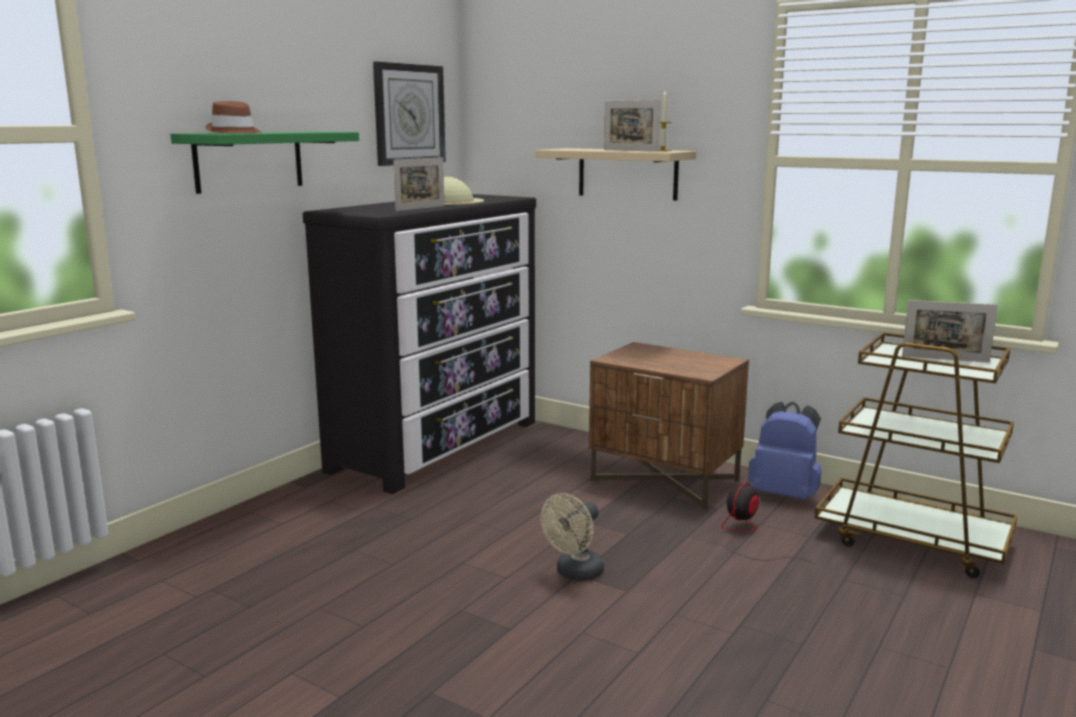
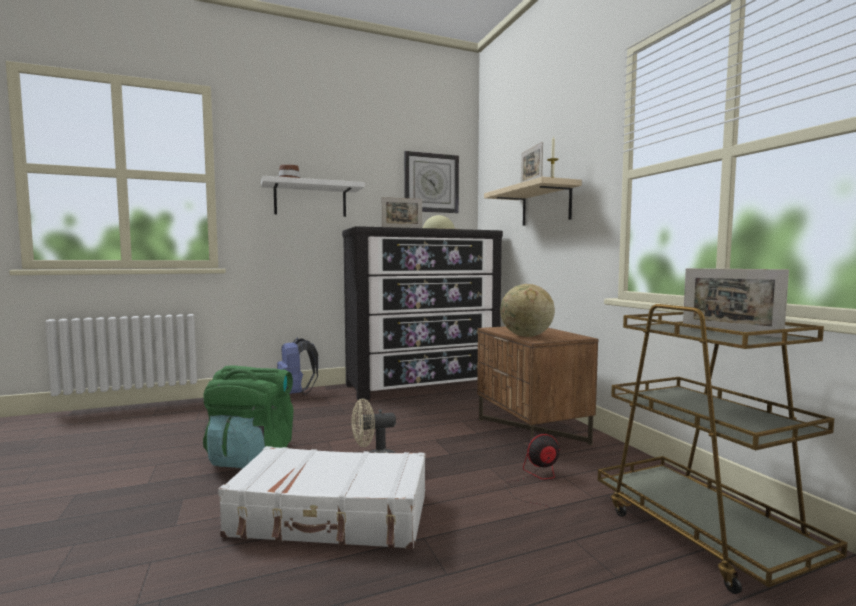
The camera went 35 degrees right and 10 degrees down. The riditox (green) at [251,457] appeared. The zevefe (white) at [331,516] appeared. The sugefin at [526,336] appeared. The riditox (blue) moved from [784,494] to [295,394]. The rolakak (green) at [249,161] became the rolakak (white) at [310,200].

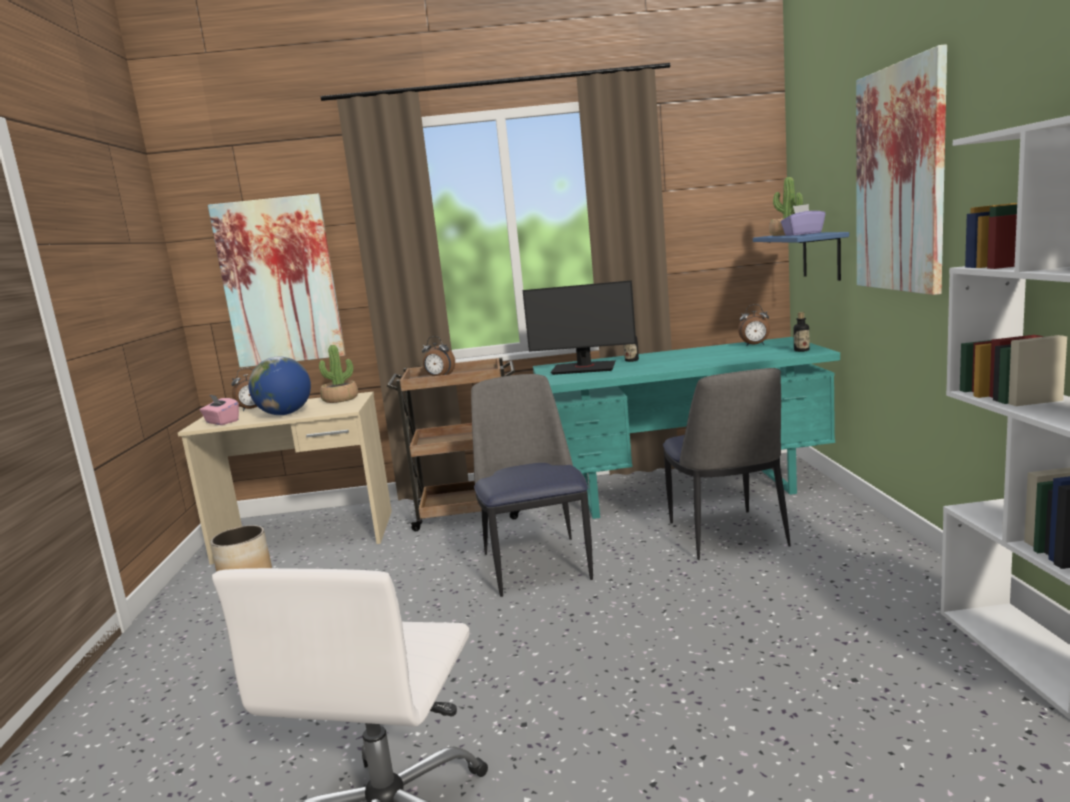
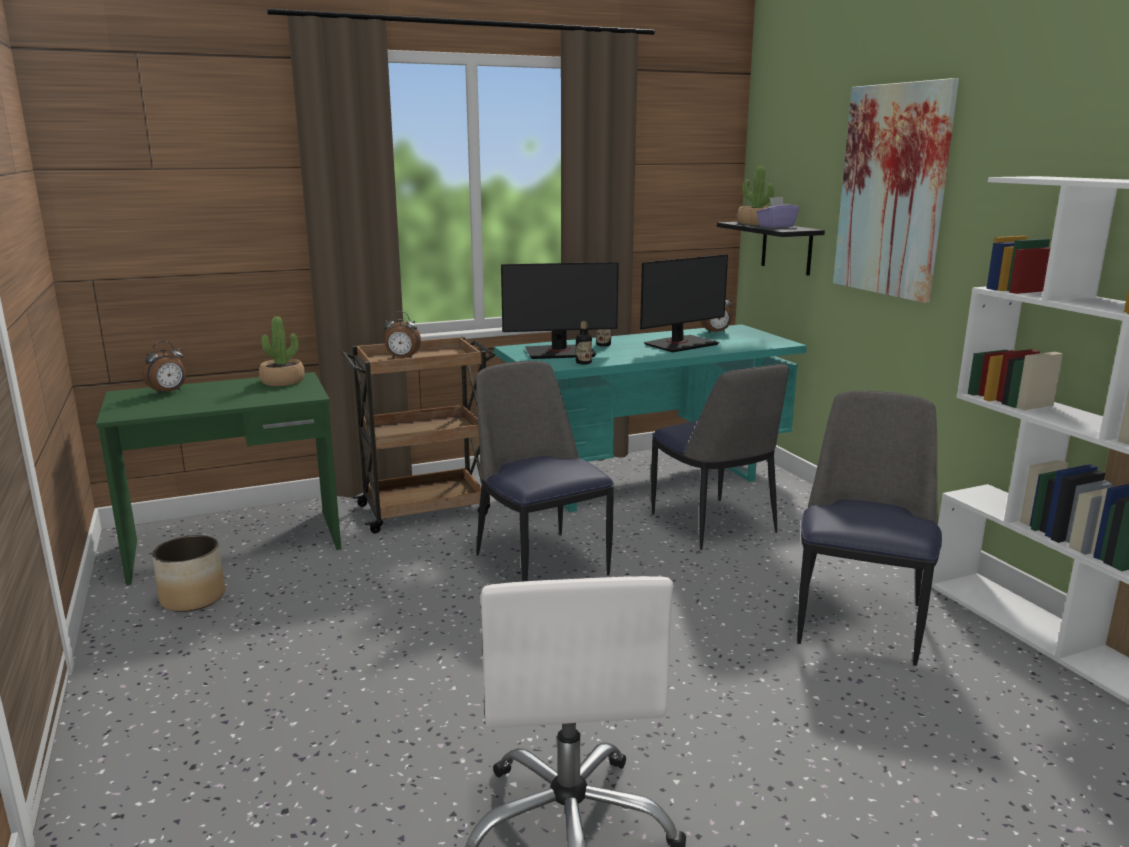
The camera went 20 degrees left and 5 degrees up. The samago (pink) at [222,422] disappeared. The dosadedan at [279,282] disappeared. The sugefin at [285,414] disappeared. The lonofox at [680,344] appeared. The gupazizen at [859,620] appeared. The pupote moved from [801,350] to [583,362]. The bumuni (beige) at [306,537] became the bumuni (green) at [236,546]. The rolakak (blue) at [821,255] became the rolakak (black) at [786,247].

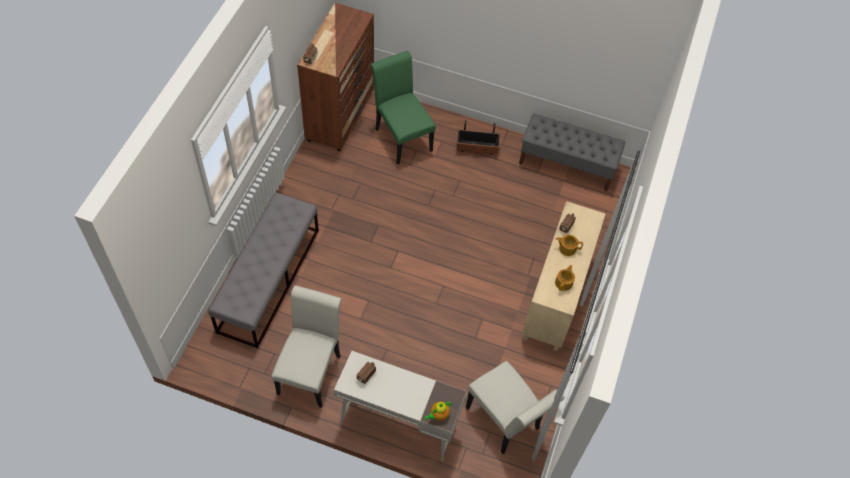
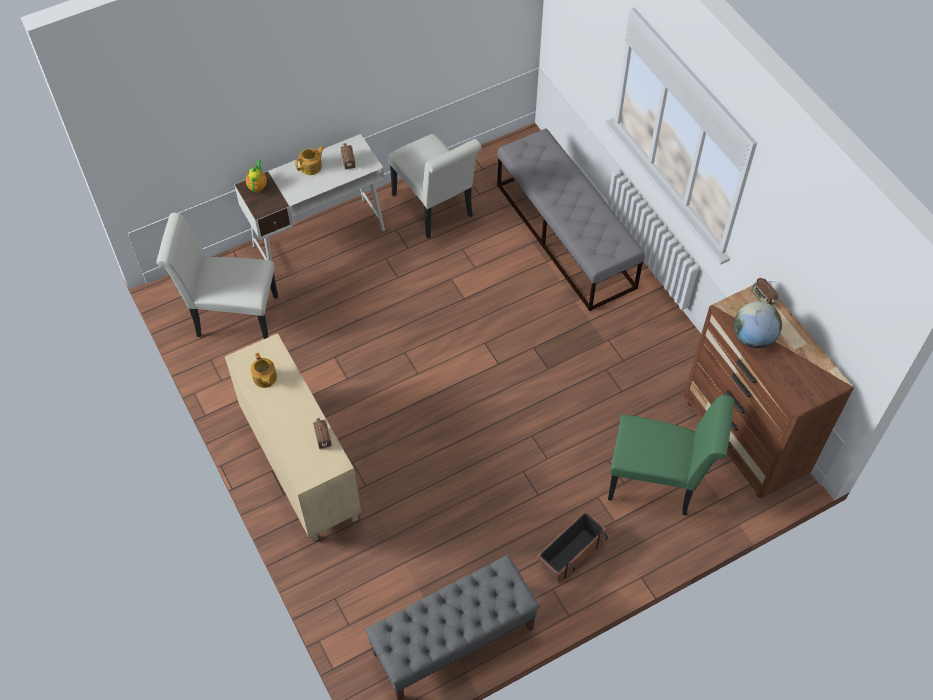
The camera went 135 degrees right and 0 degrees up. The sugefin at [753,337] appeared. The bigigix moved from [567,248] to [311,167].

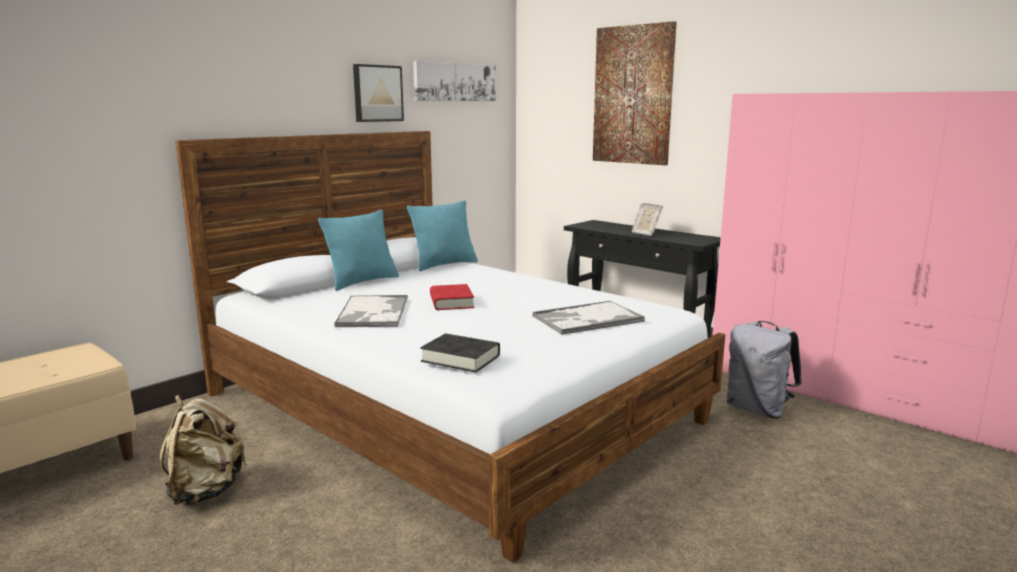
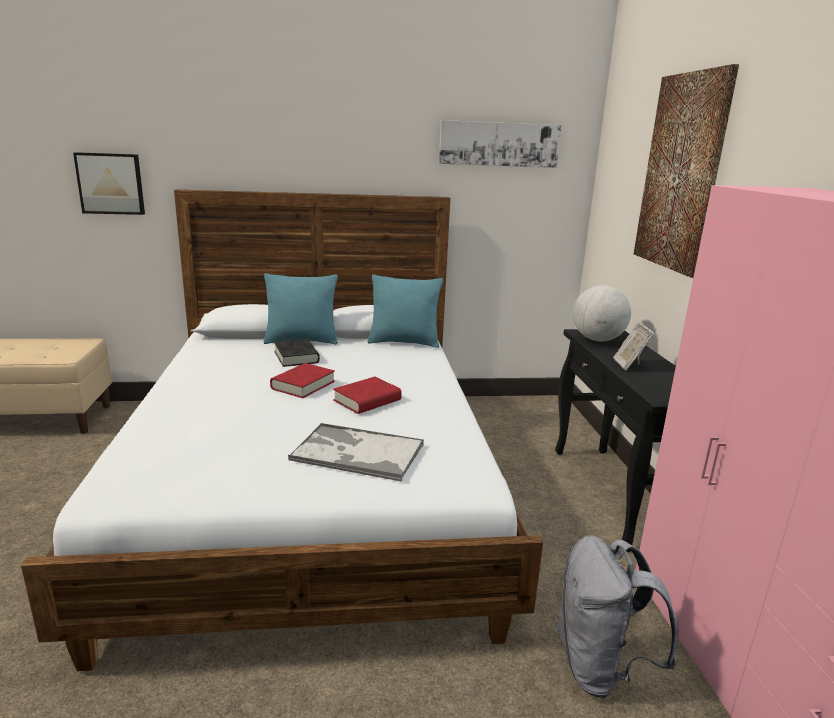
The camera went 40 degrees right and 5 degrees up. The riditox (beige) at [206,491] disappeared. The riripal at [373,313] disappeared. The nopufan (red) at [367,400] appeared. The sugefin at [597,340] appeared. The dosadedan moved from [377,93] to [111,183]. The nopufan (black) moved from [460,358] to [296,357].

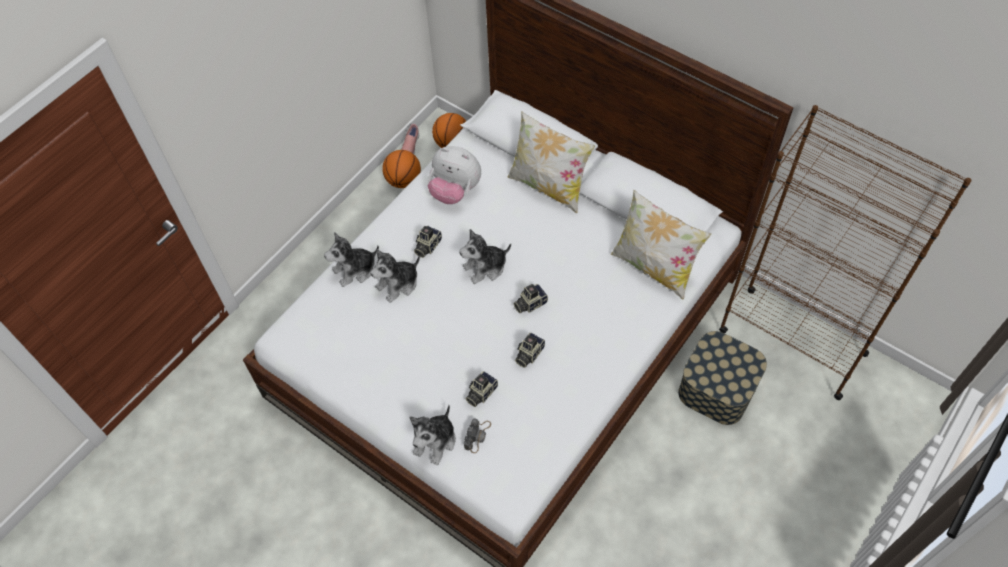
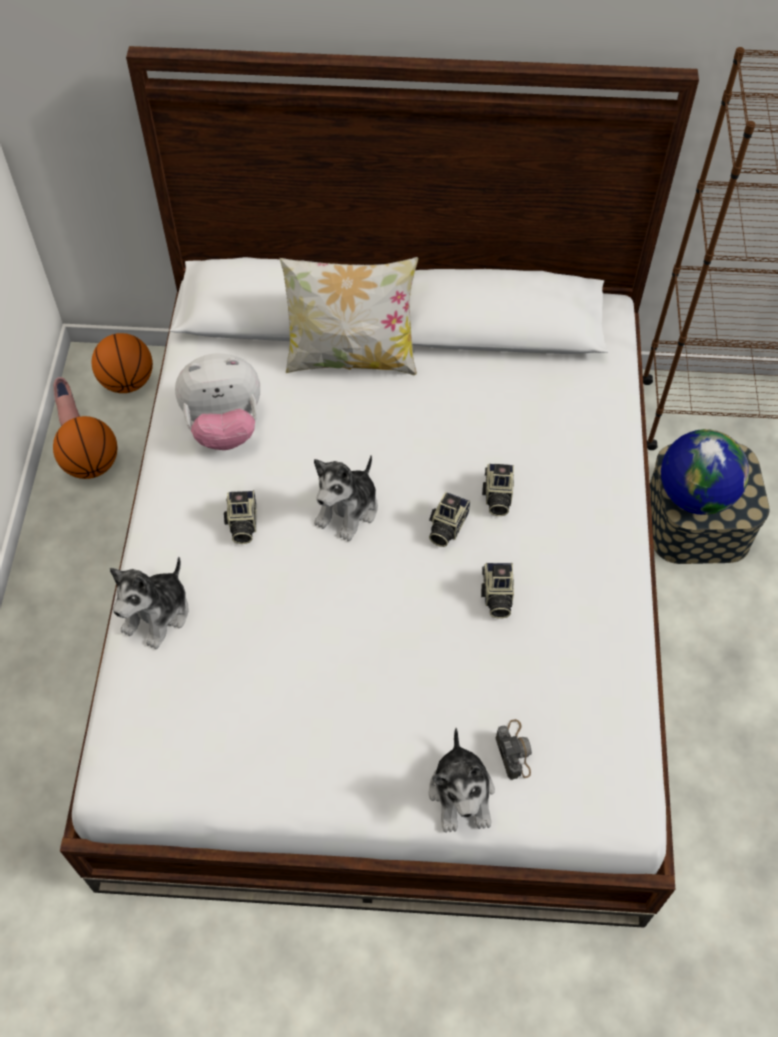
The camera went 35 degrees left and 0 degrees up. The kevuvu at [398,284] disappeared. The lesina at [654,267] disappeared. The sugefin at [695,495] appeared. The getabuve moved from [480,393] to [497,496].

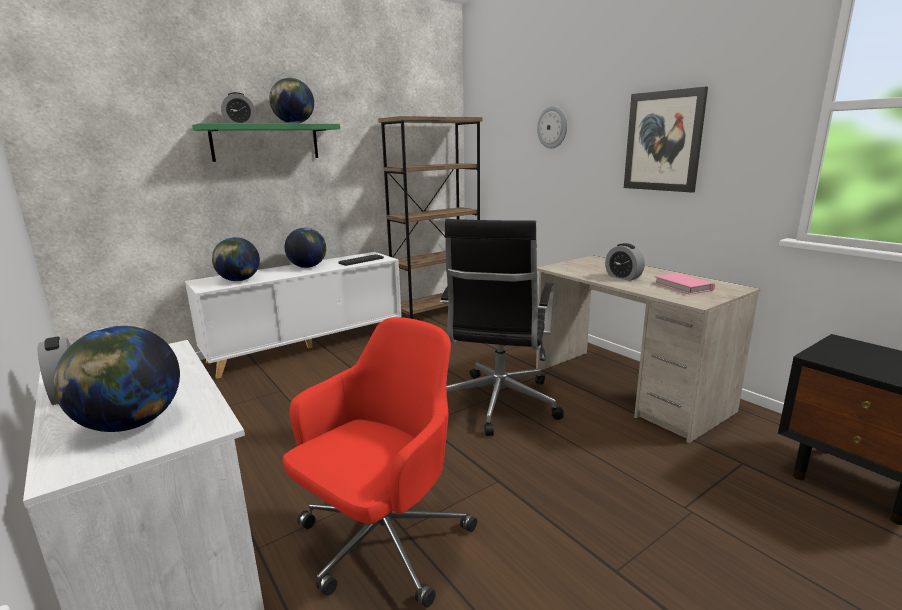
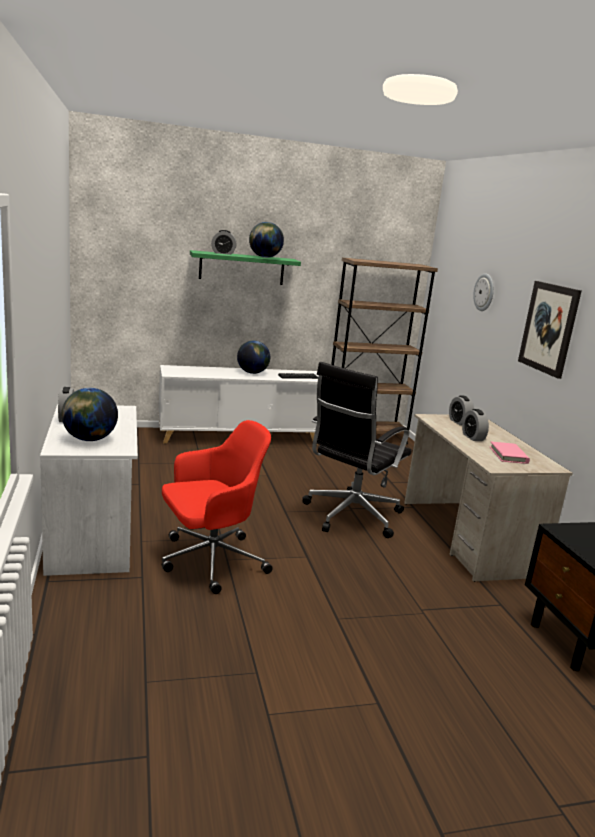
The camera went 20 degrees right and 0 degrees up. The sugefin at [239,280] disappeared. The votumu at [459,422] appeared.

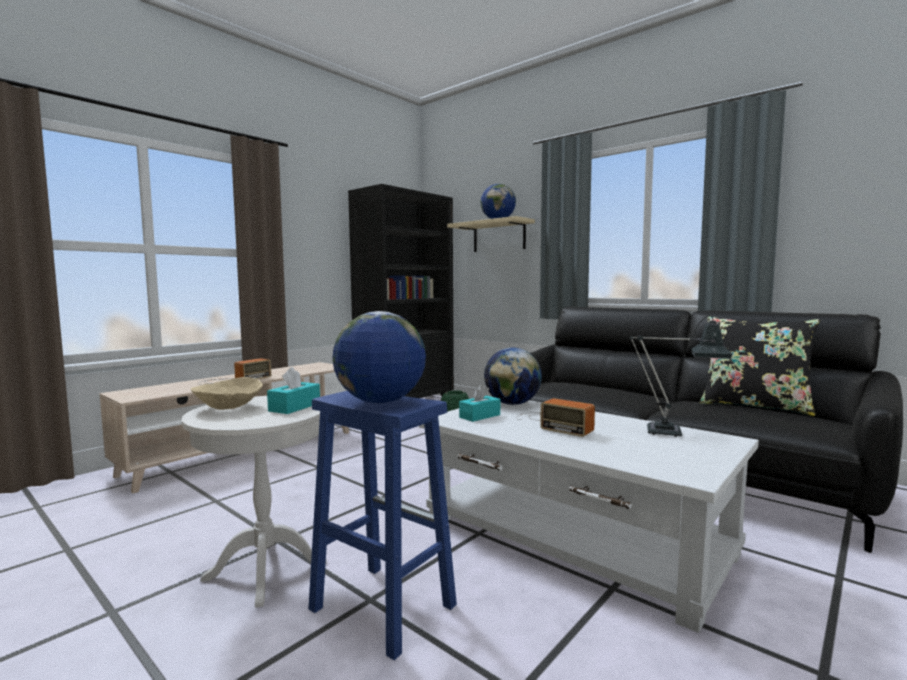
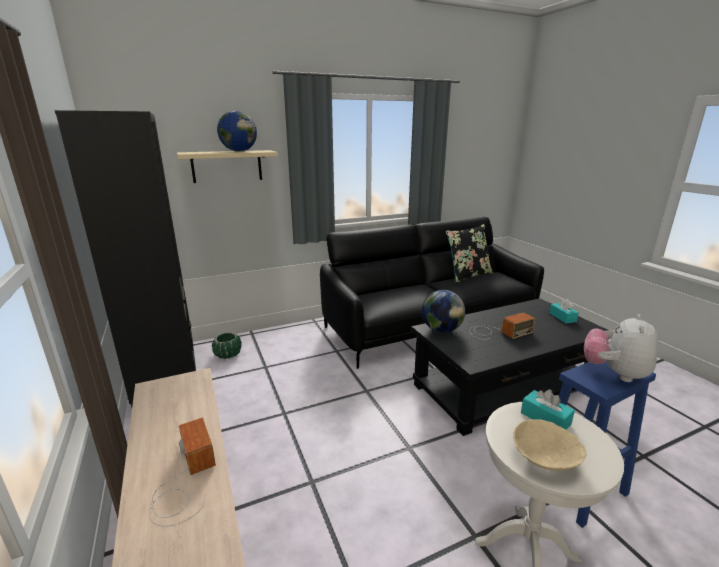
The camera went 65 degrees left and 15 degrees up. The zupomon at [674,433] disappeared. The samago (turquoise) moved from [479,416] to [562,317]. The sugefin at [380,402] was replaced by the kevuvu at [614,373]. The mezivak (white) at [574,536] became the mezivak (black) at [503,387].

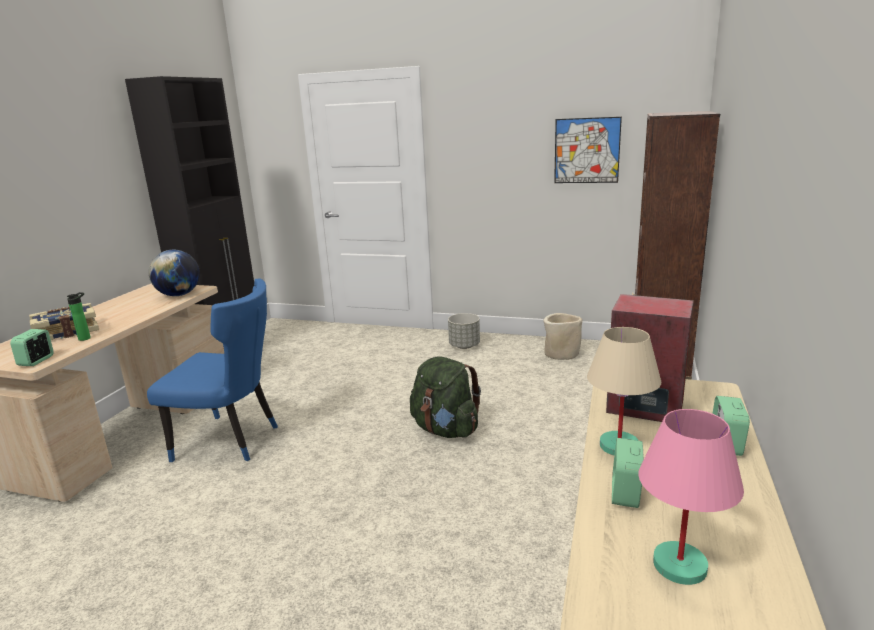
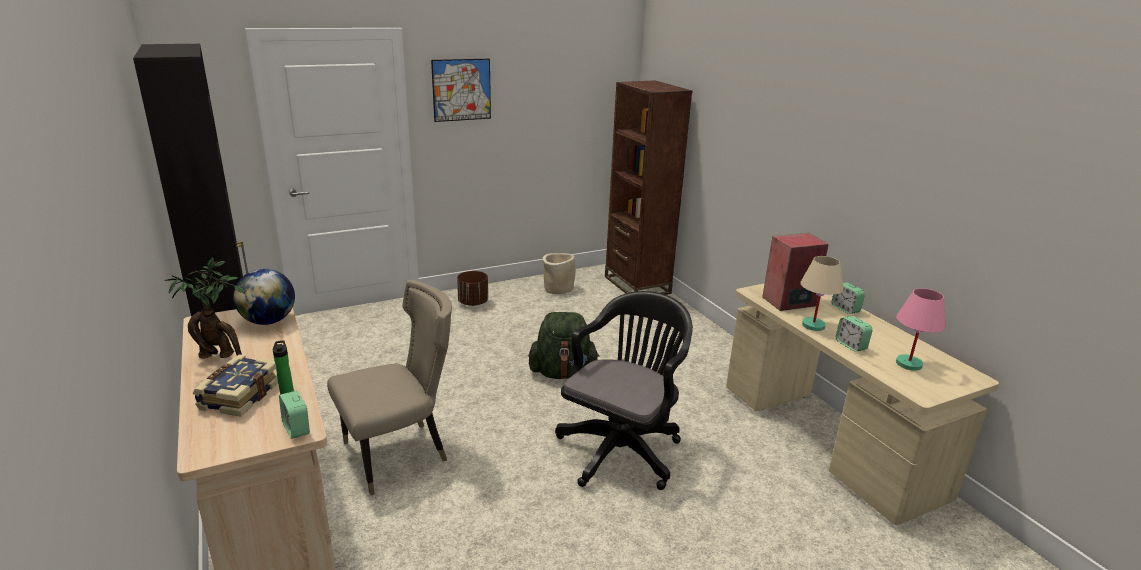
The camera went 45 degrees left and 5 degrees up. The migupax at [220,356] appeared. The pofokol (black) at [622,448] appeared. The dosadedan moved from [587,150] to [461,90]. The gupazizen (blue) at [231,441] became the gupazizen (beige) at [400,453]. The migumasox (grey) at [464,346] became the migumasox (brown) at [473,303].

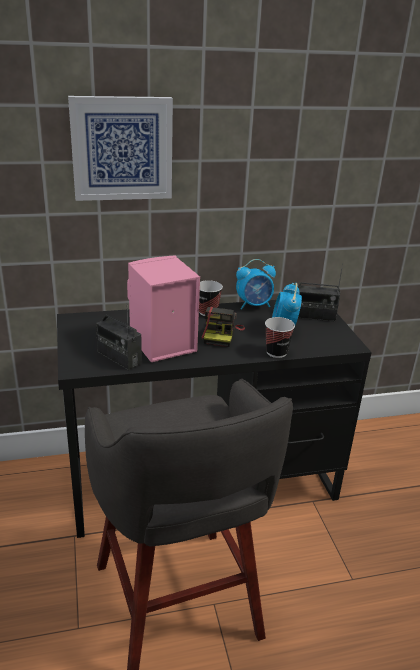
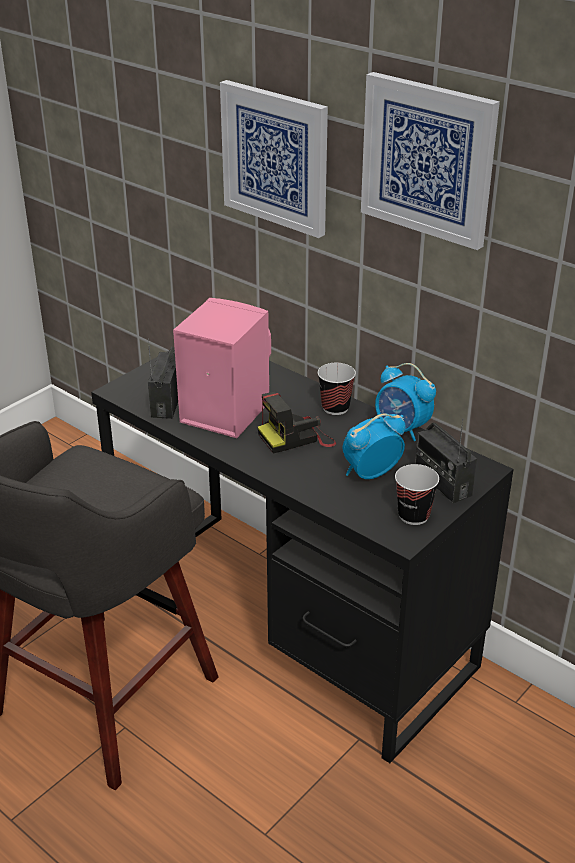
The camera went 55 degrees right and 5 degrees up. The dosadedan at [428,159] appeared. The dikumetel moved from [276,352] to [413,515].

